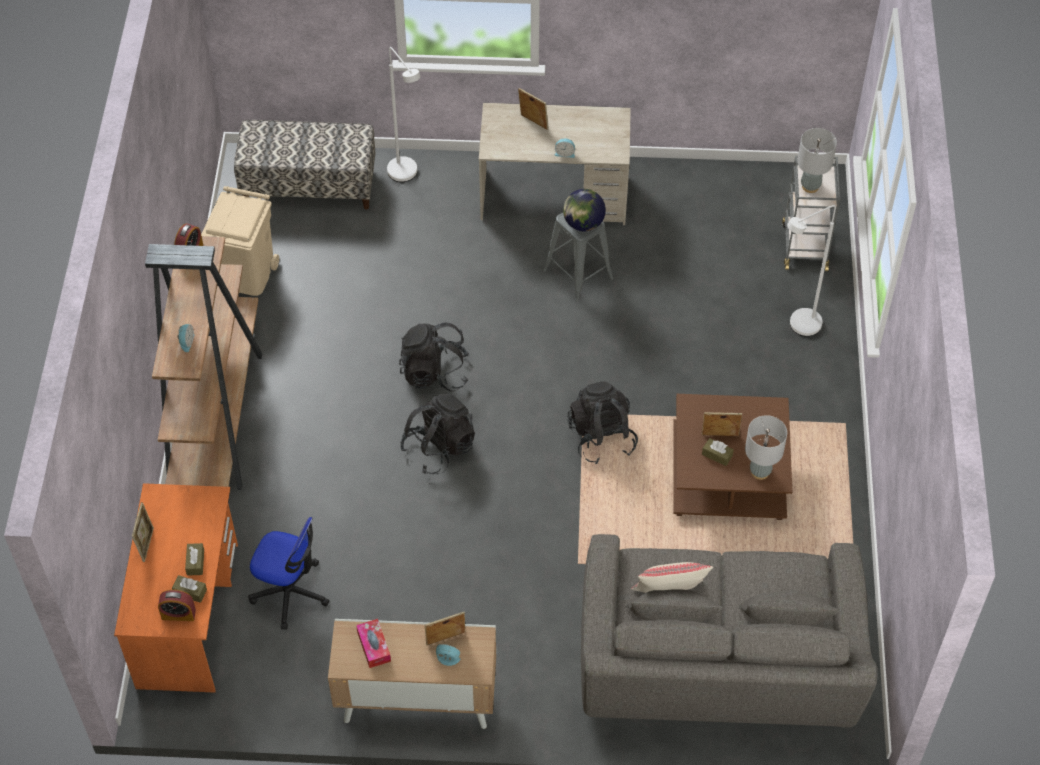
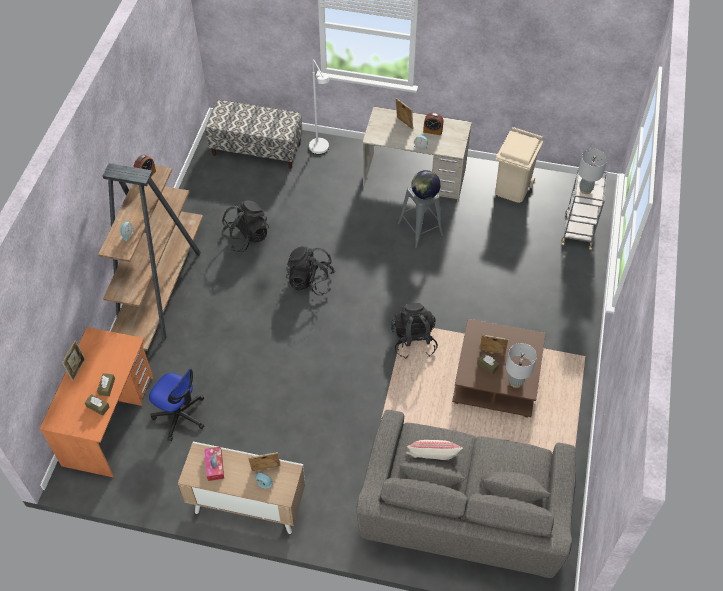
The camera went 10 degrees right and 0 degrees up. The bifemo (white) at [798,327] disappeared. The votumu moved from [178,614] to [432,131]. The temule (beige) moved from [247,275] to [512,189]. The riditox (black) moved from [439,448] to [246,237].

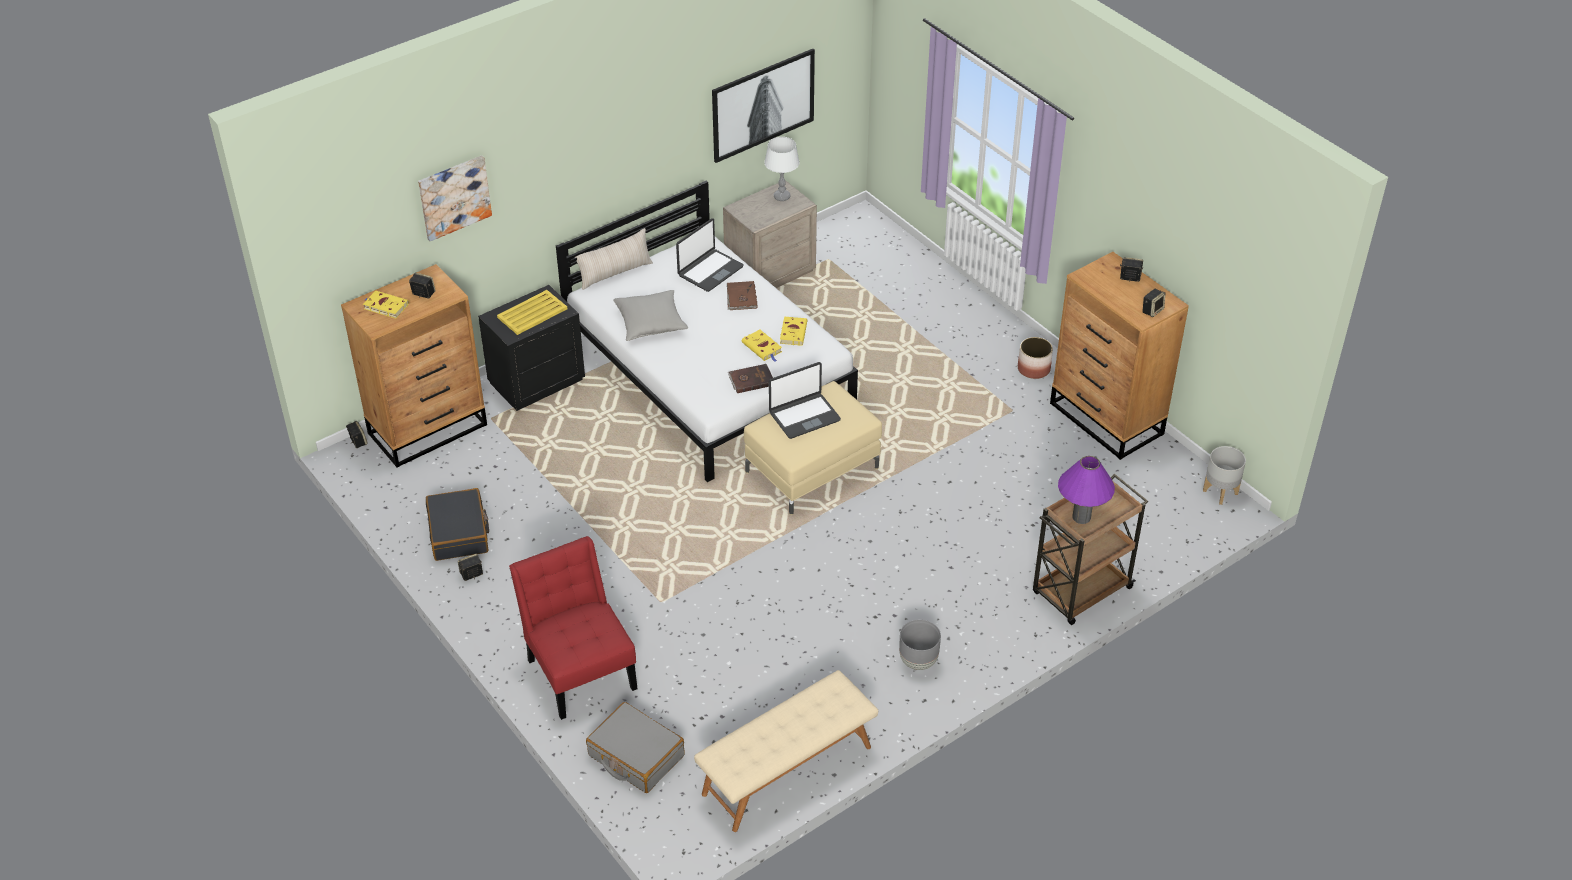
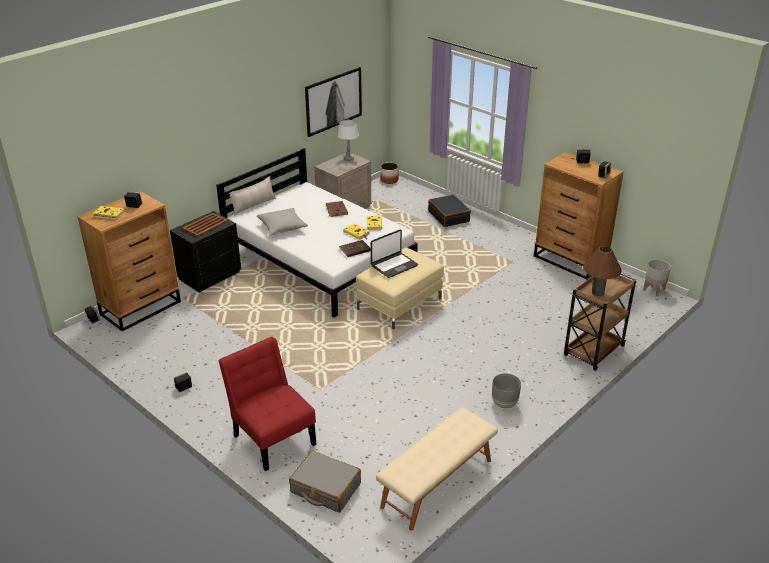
The camera went 10 degrees left and 10 degrees down. The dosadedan at [454,197] disappeared. The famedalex at [710,271] disappeared. The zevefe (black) moved from [459,533] to [449,216]. The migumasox moved from [1034,369] to [389,180]. The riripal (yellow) at [533,313] became the riripal (brown) at [205,225]. The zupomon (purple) at [1081,517] became the zupomon (brown) at [598,292].

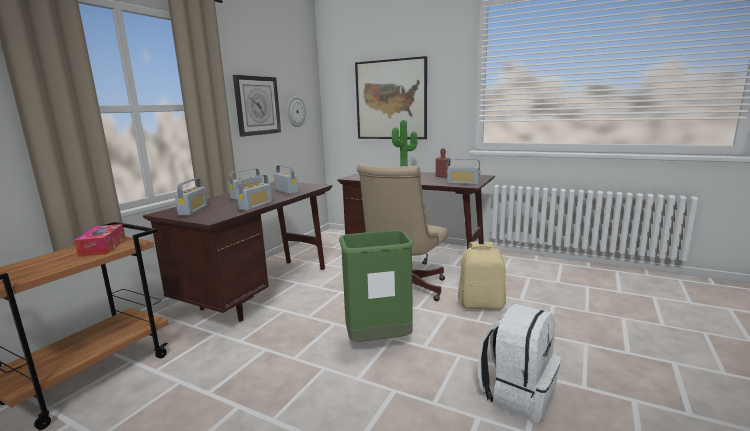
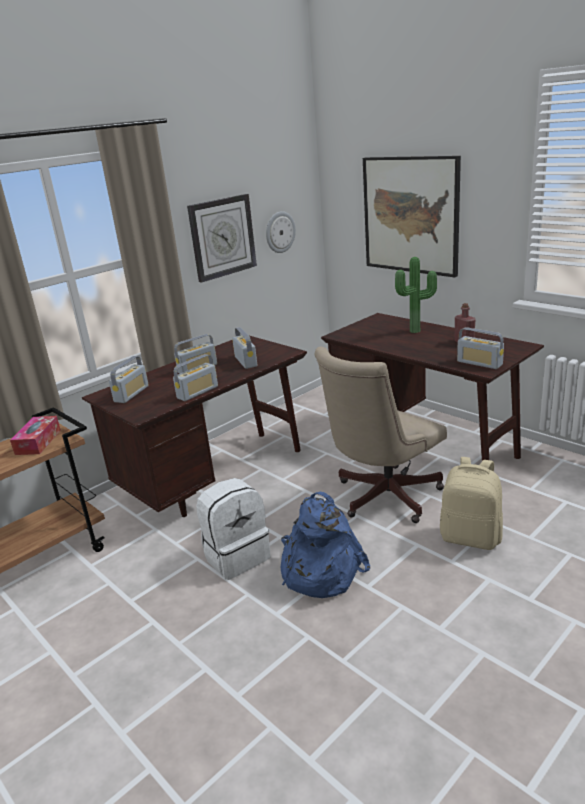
The camera went 20 degrees right and 10 degrees up. The riditox (white) moved from [517,394] to [236,556]. The temule (green) at [379,341] was replaced by the riditox (blue) at [319,570].

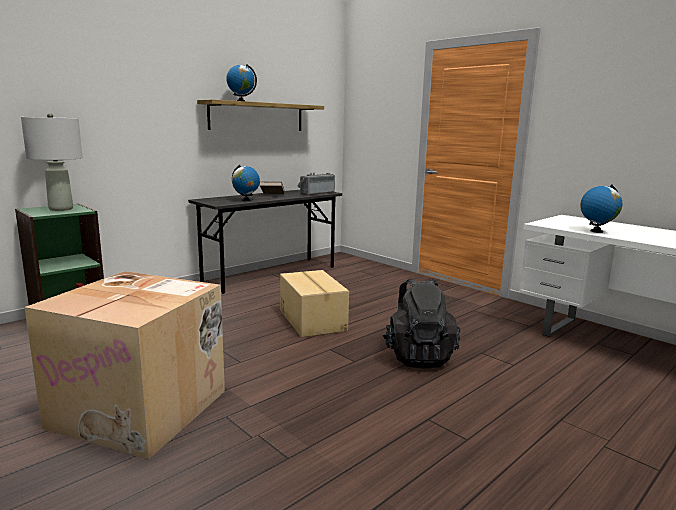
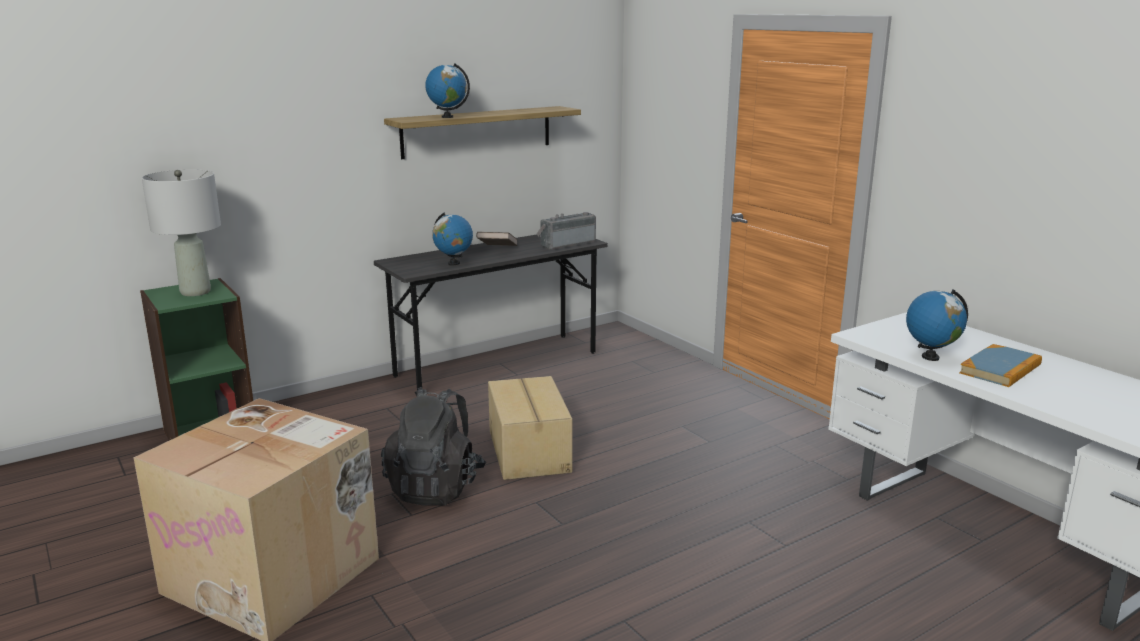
The camera went 10 degrees right and 5 degrees up. The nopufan at [1000,369] appeared. The riditox (black) moved from [418,356] to [436,487].

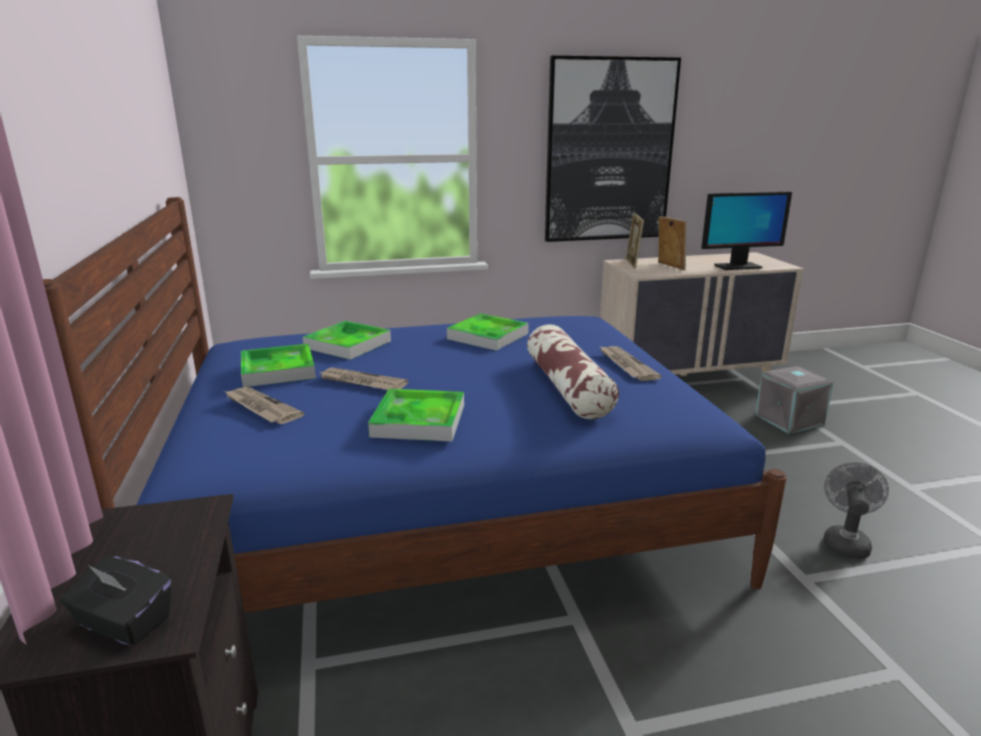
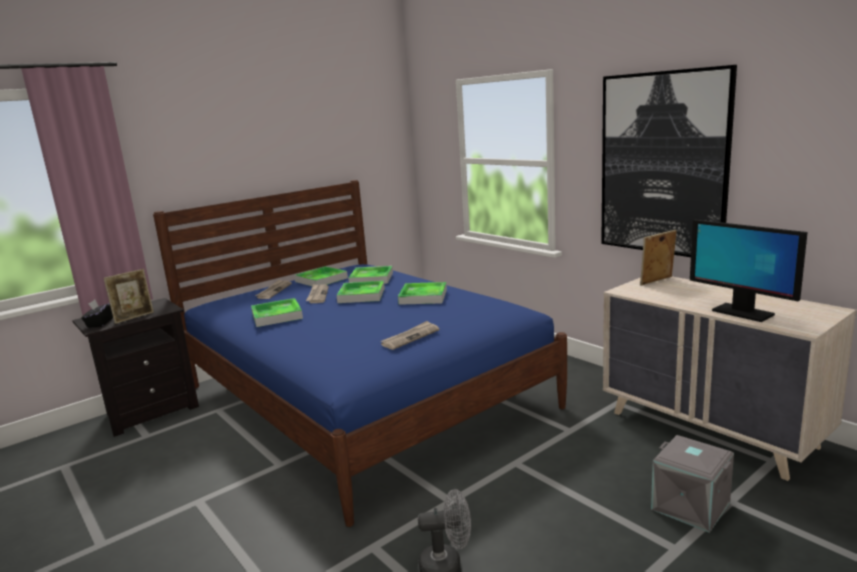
The camera went 65 degrees right and 5 degrees down. The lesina at [567,387] disappeared. The riripal at [361,295] appeared. The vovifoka moved from [669,266] to [134,317].

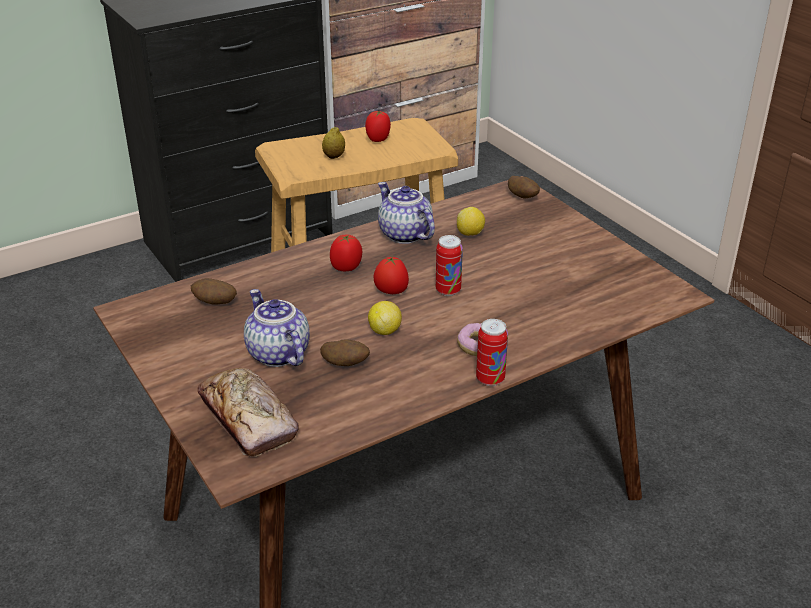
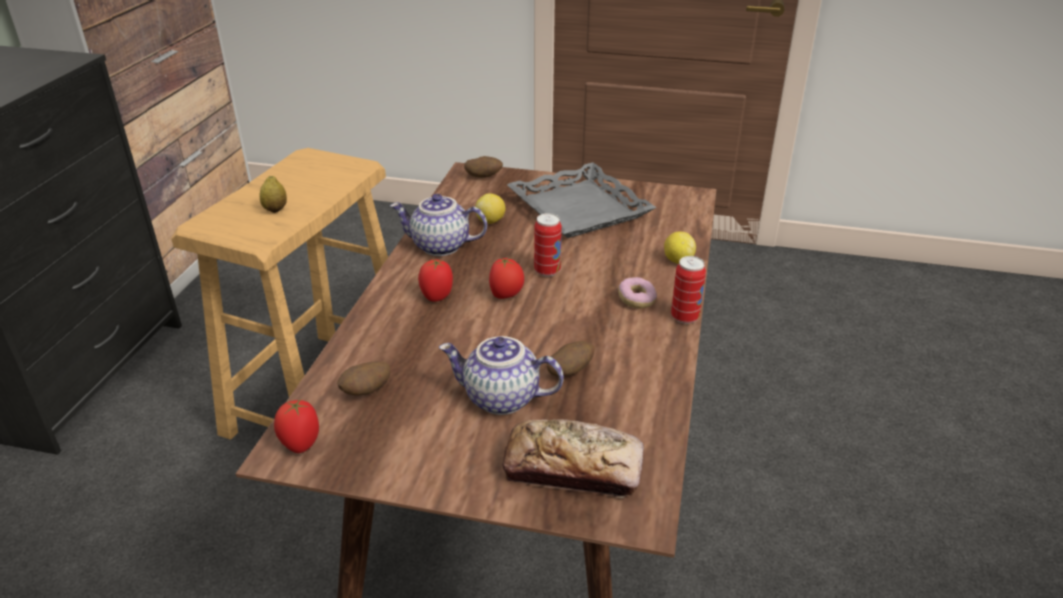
The camera went 45 degrees left and 0 degrees up. The riripal (grey) at [578,209] appeared. The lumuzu moved from [378,139] to [301,443]. The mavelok moved from [385,330] to [678,260].

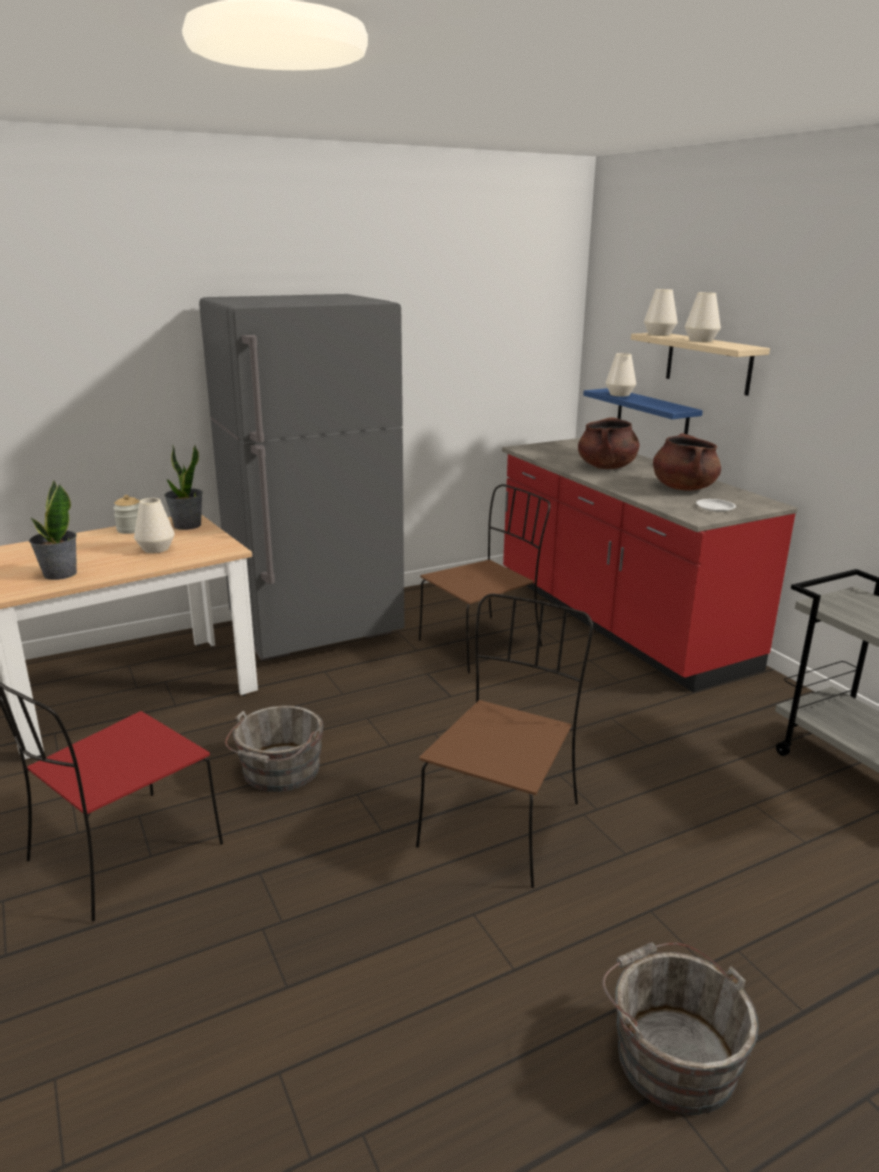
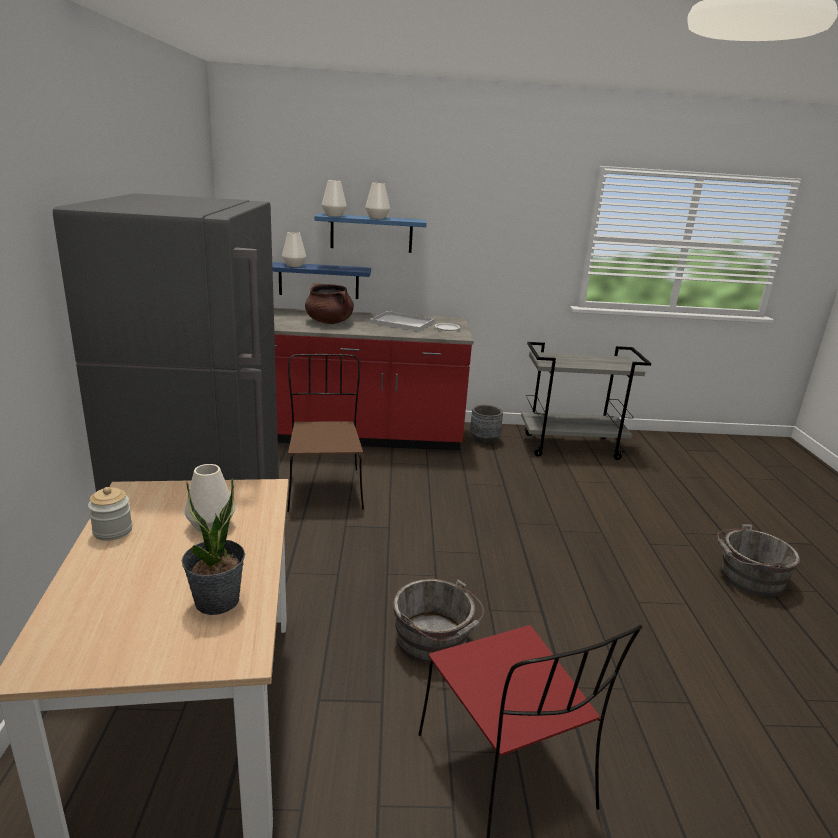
The camera went 65 degrees left and 0 degrees up. The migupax at [187,525] disappeared. The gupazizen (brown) at [502,822] disappeared. The migumasox (grey) at [484,440] appeared. The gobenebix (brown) at [683,488] was replaced by the riripal (white) at [401,322]. The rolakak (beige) at [708,363] became the rolakak (blue) at [371,233].

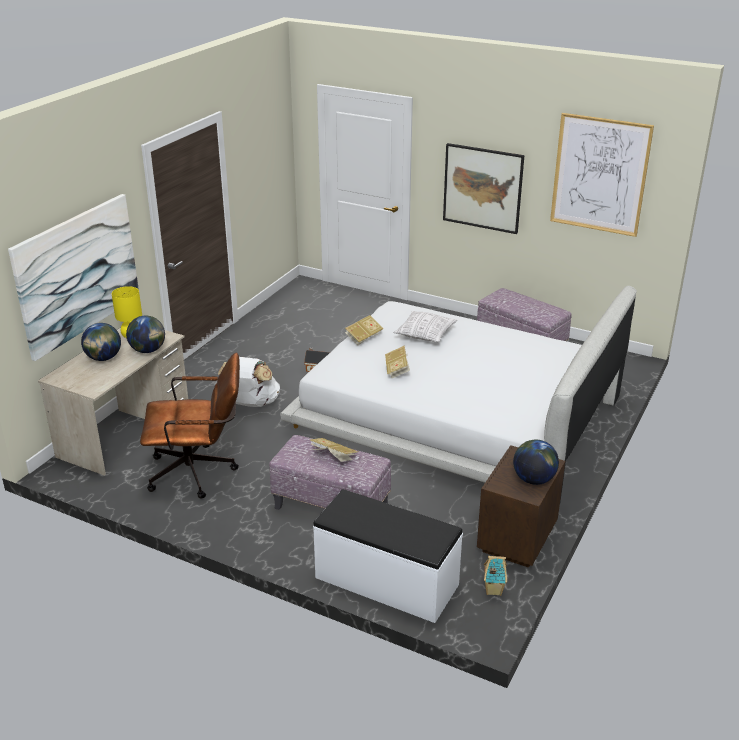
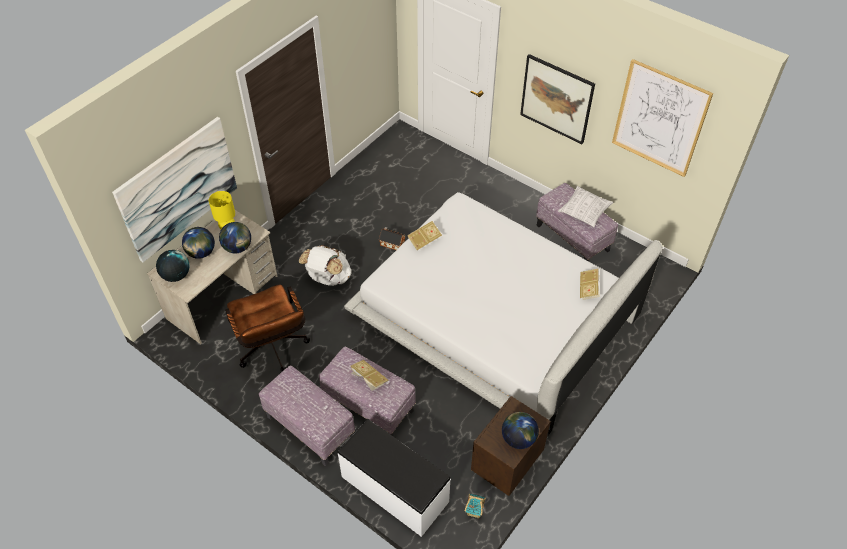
The camera went 10 degrees right and 20 degrees up. The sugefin at [176,275] appeared. The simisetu at [309,427] appeared. The nopufan moved from [397,370] to [588,289]. The lesina moved from [425,334] to [584,211]. The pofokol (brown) at [199,472] turned 60 degrees clockwise.

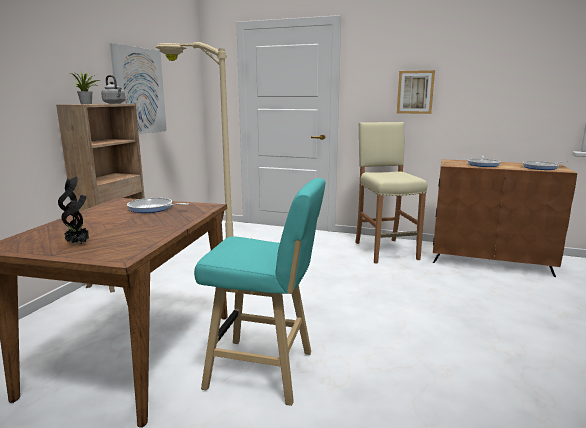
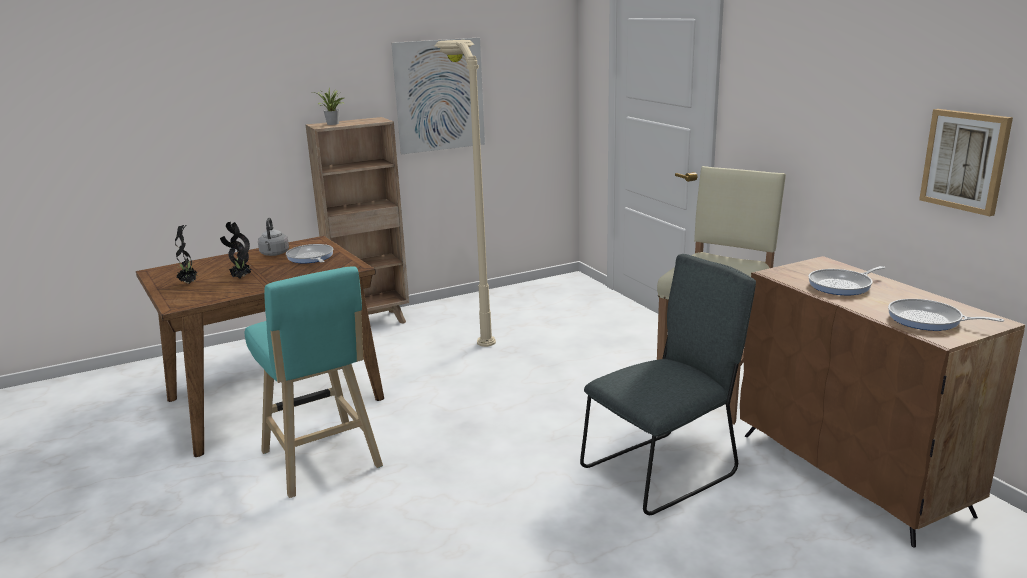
The camera went 45 degrees right and 5 degrees up. The migupax at [241,278] appeared. The gupazizen (grey) at [664,469] appeared. The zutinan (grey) moved from [115,103] to [274,254]. The dosadedan moved from [415,92] to [965,160].

